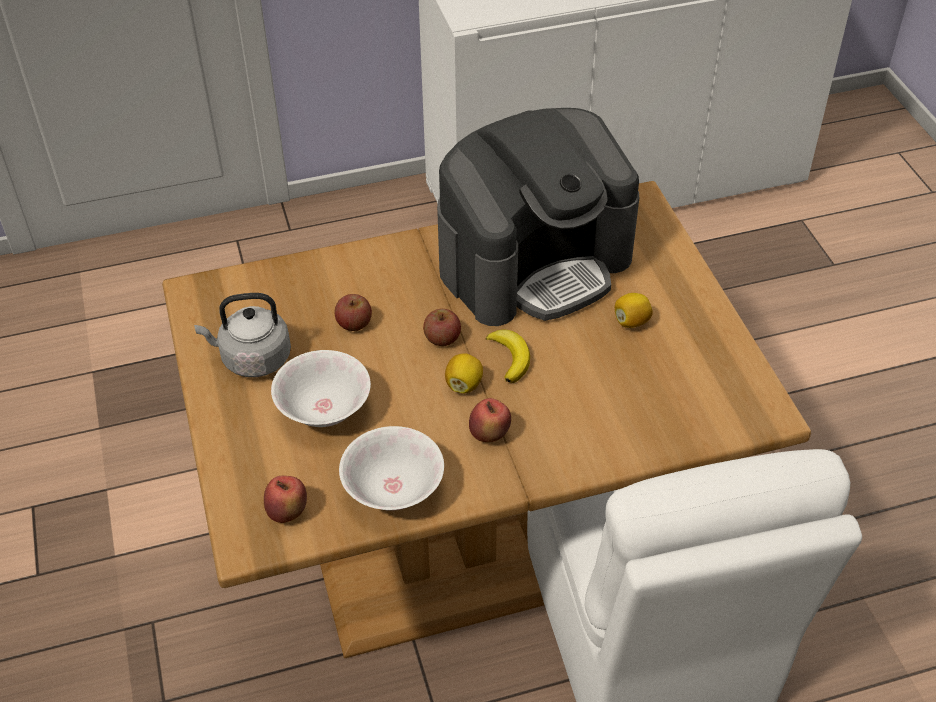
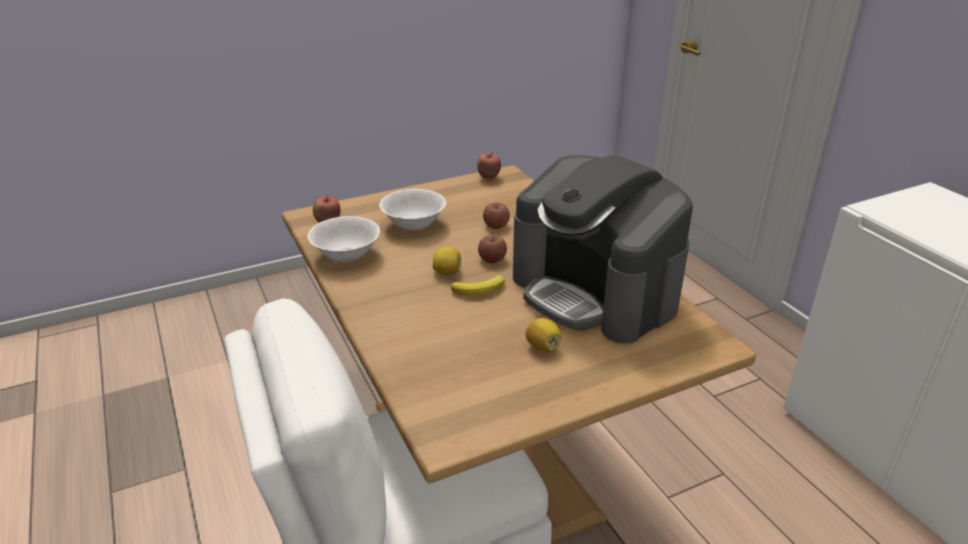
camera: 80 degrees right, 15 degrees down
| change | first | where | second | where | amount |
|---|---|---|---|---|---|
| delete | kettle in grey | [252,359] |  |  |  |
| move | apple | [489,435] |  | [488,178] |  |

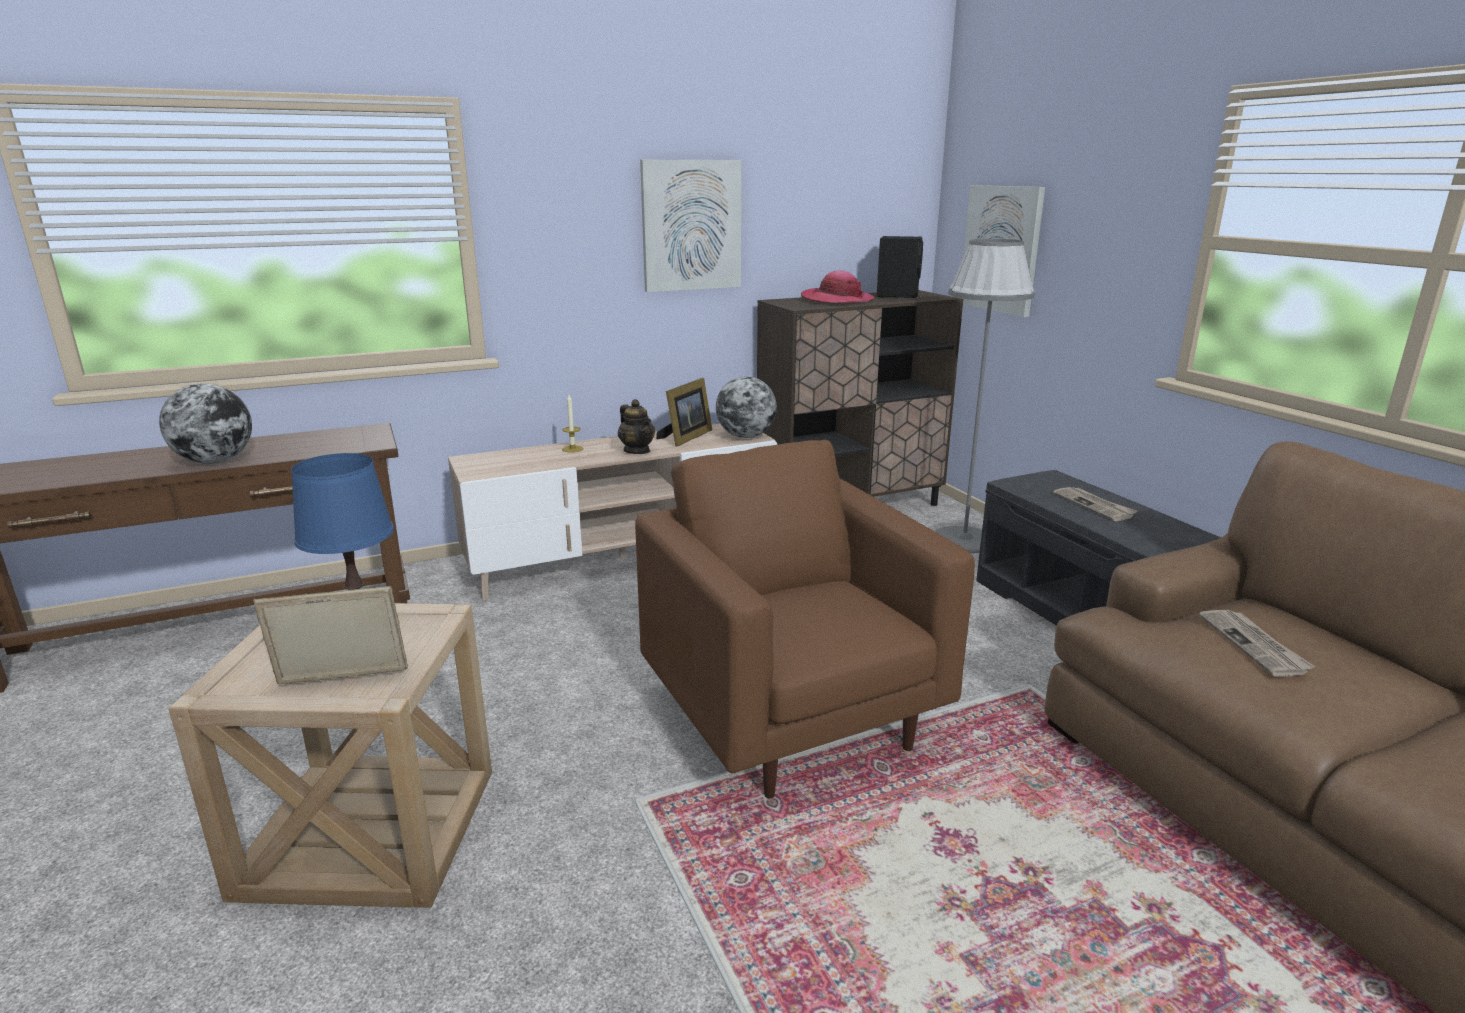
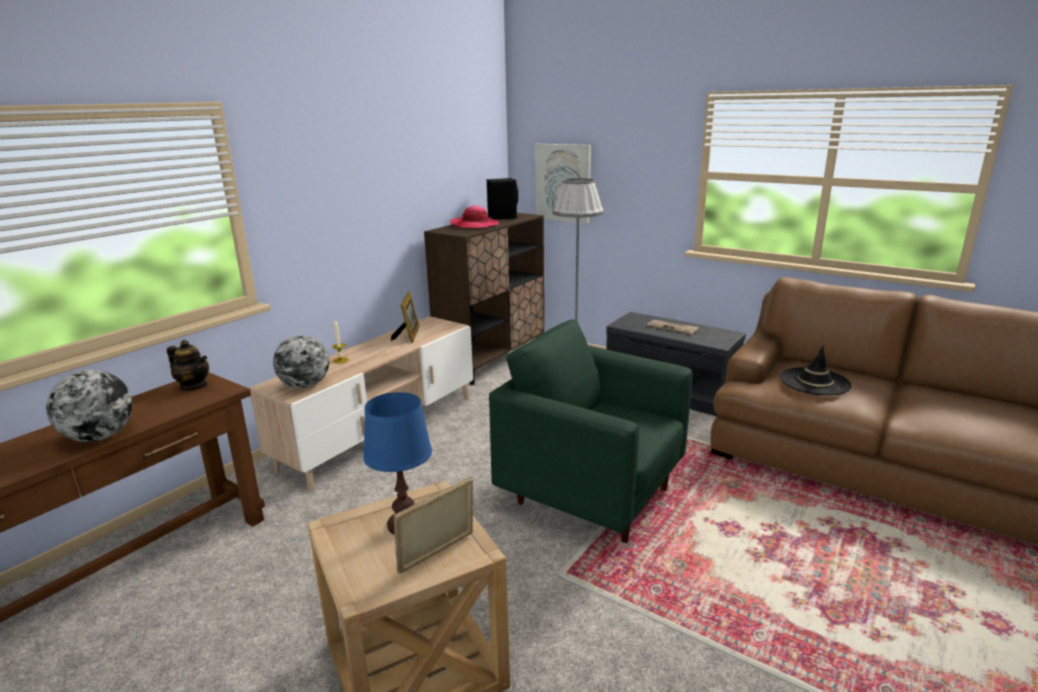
camera: 30 degrees left, 0 degrees up
| change | first | where | second | where | amount |
|---|---|---|---|---|---|
| move | teapot | [637,451] |  | [194,386] |  |
| recolor | armchair in brown | [792,718] | armchair in green | [591,495] |  |
| delete | picture | [691,225] |  |  |  |
| move | globe | [746,436] |  | [305,386] |  |
| replace | newspaper | [1254,645] | hat in black | [814,382] |  |

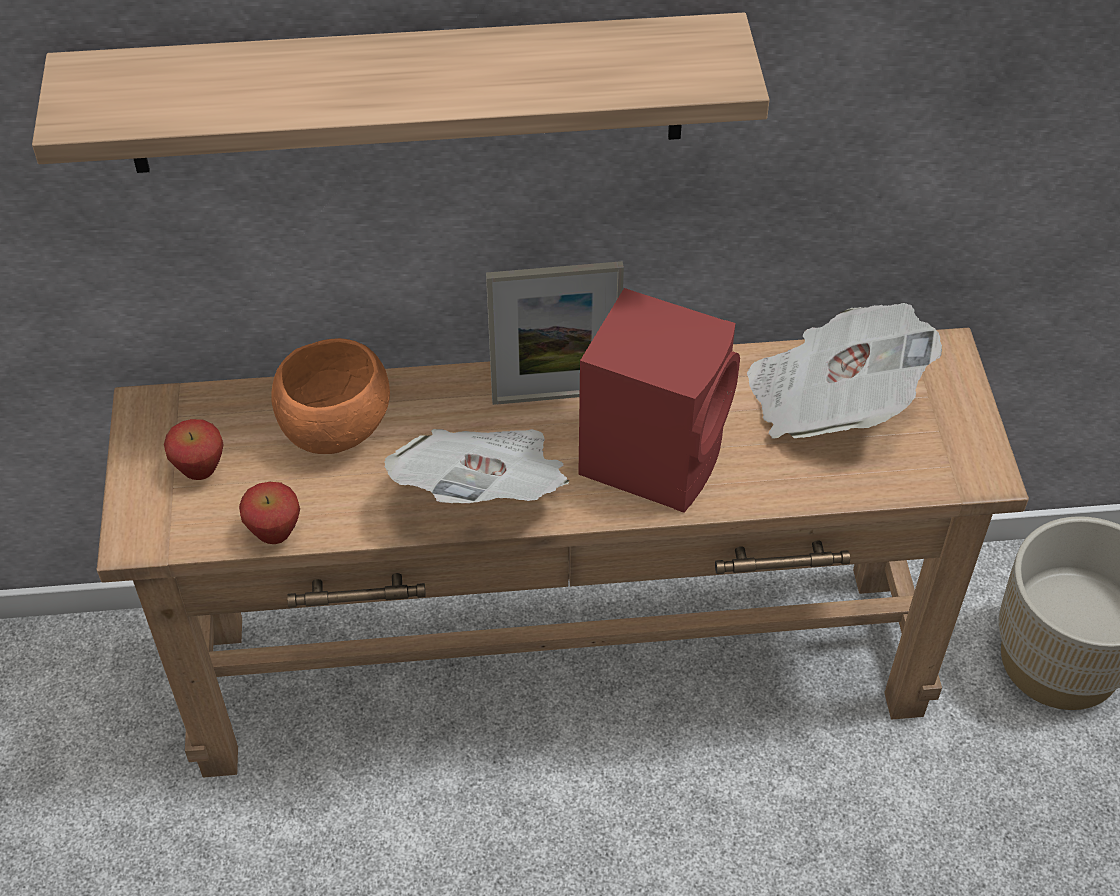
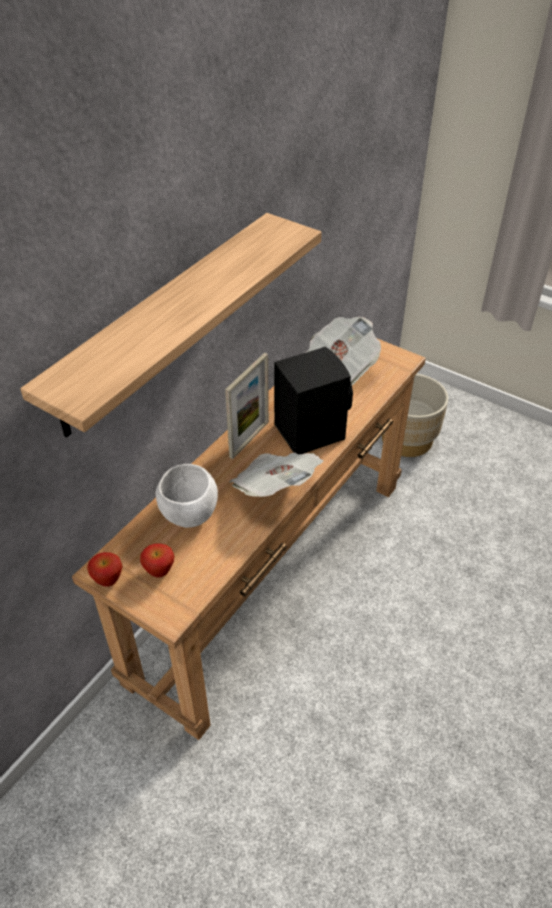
camera: 50 degrees left, 5 degrees down
| change | first | where | second | where | amount |
|---|---|---|---|---|---|
| move | apple | [275,534] |  | [108,581] |  |
| recolor | bowl in orange | [333,430] | bowl in white | [189,514] |  |
| recolor | speaker in red | [655,454] | speaker in black | [309,430] |  |

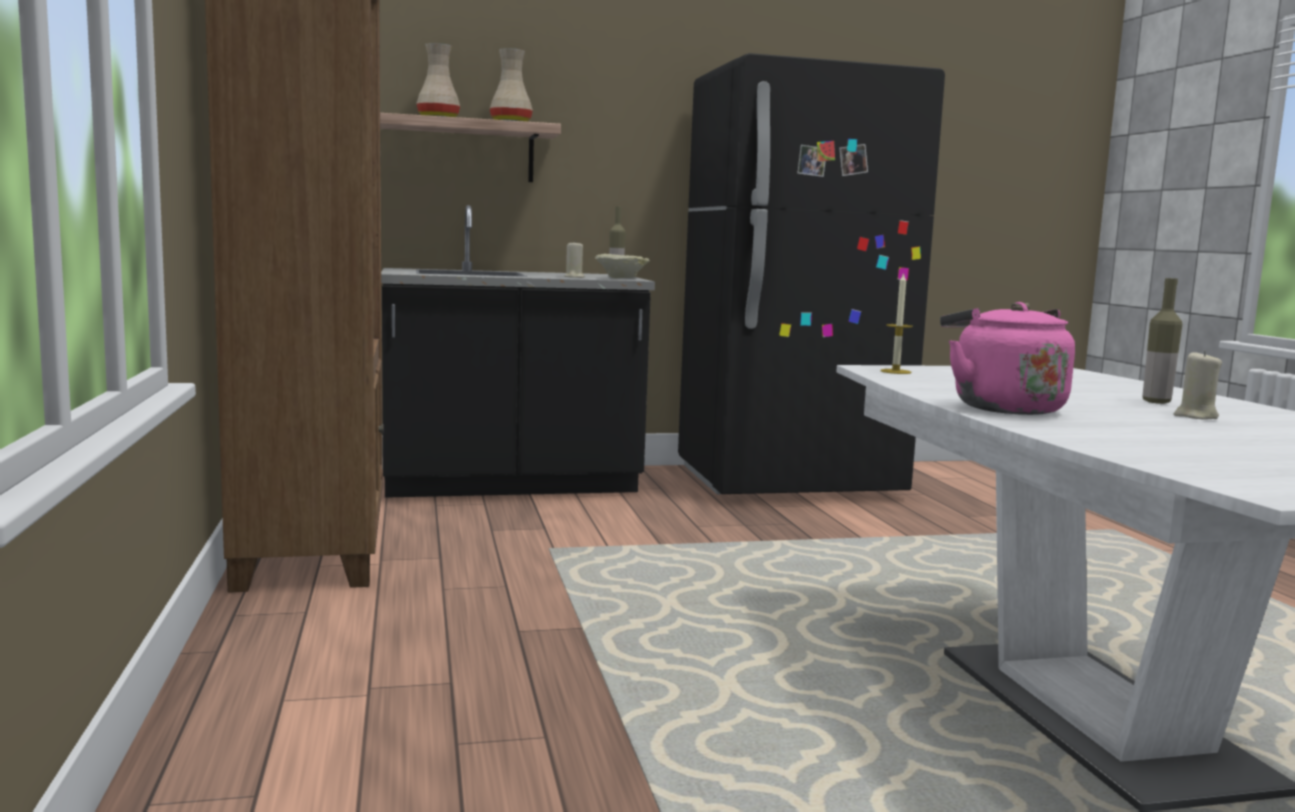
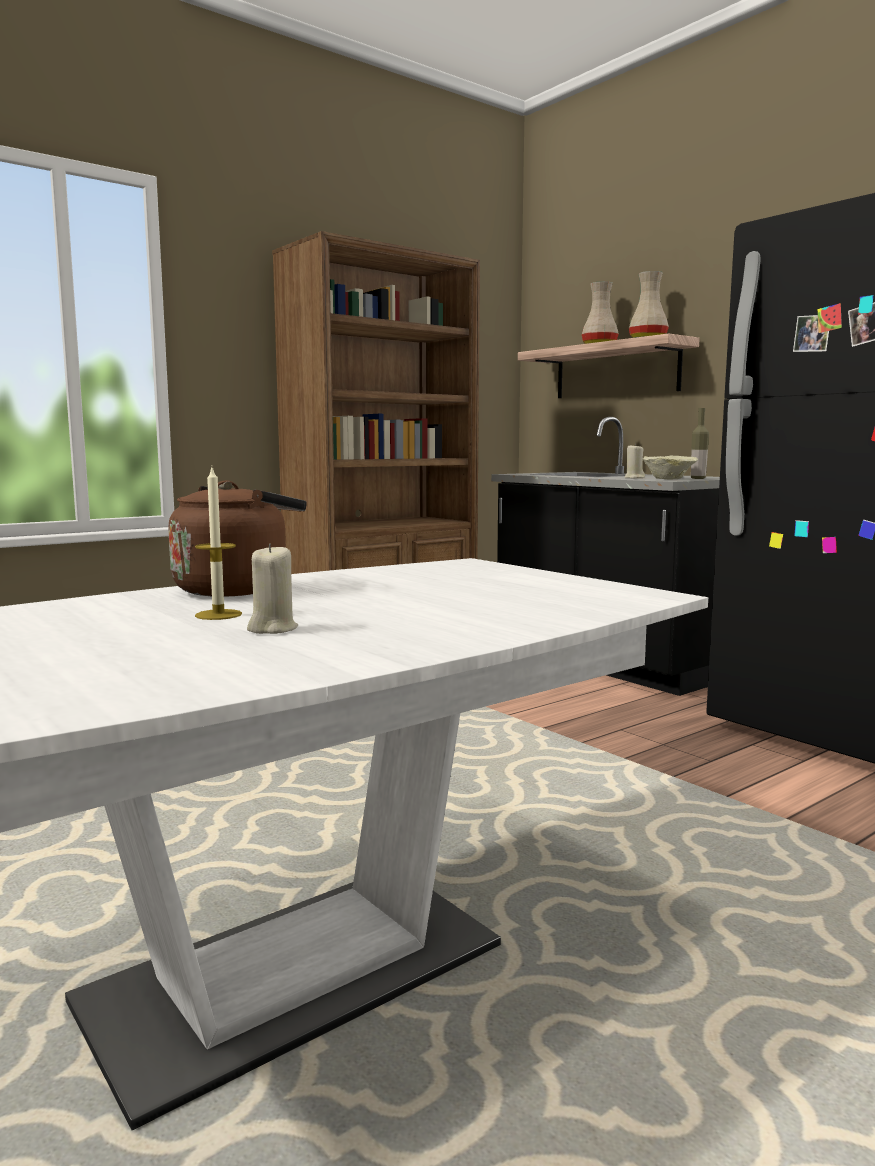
camera: 65 degrees right, 0 degrees up
| change | first | where | second | where | amount |
|---|---|---|---|---|---|
| move | candle | [895,371] |  | [218,615] |  |
| recolor | kettle in pink | [1002,407] | kettle in brown | [237,589] |  |
| delete | bottle | [1156,402] |  |  |  |

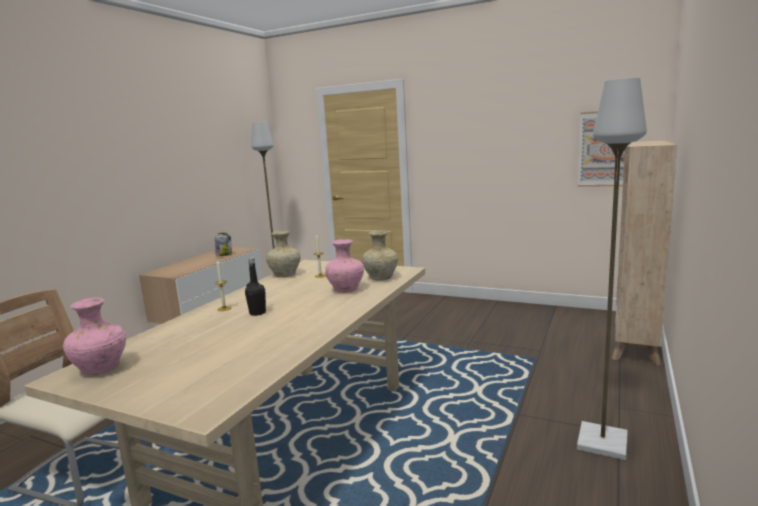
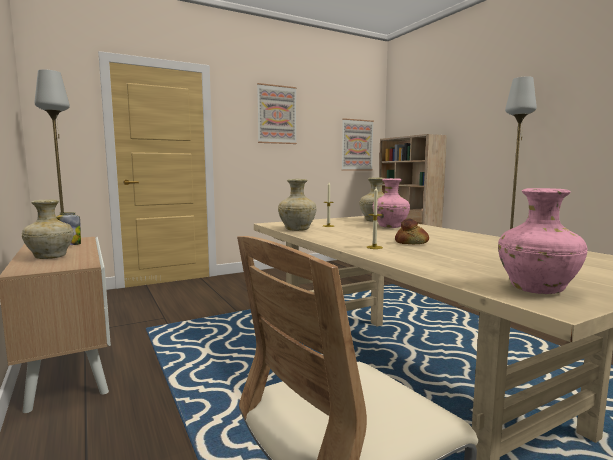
camera: 55 degrees left, 5 degrees down
| change | first | where | second | where | amount |
|---|---|---|---|---|---|
| replace | bottle in black | [257,313] | bread | [411,243] |  |
| insert |  |  | vase in beige | [51,257] |  |
| insert |  |  | picture | [276,114] |  |

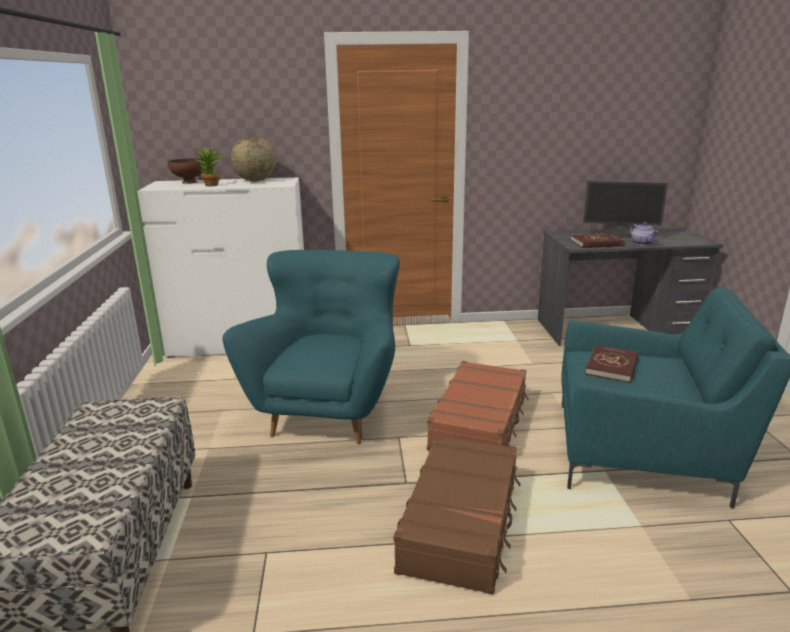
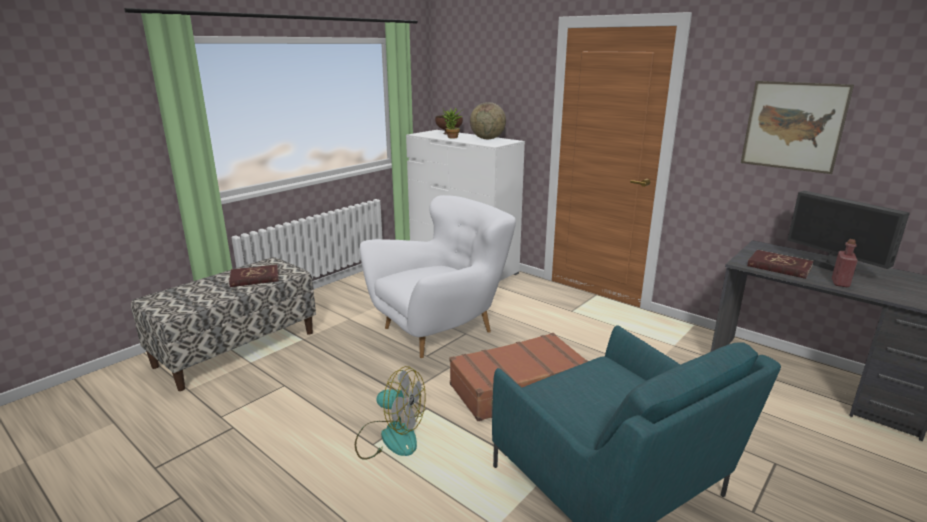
camera: 45 degrees right, 0 degrees up
| change | first | where | second | where | amount |
|---|---|---|---|---|---|
| recolor | armchair in turquoise | [330,410] | armchair in white | [440,329] |  |
| replace | suitcase in brown | [461,523] | fan | [390,437] |  |
| move | book in red | [612,366] |  | [254,278] |  |
| replace | teapot | [642,243] | bottle in red | [840,283] |  |
| insert |  |  | picture | [793,126] |  |

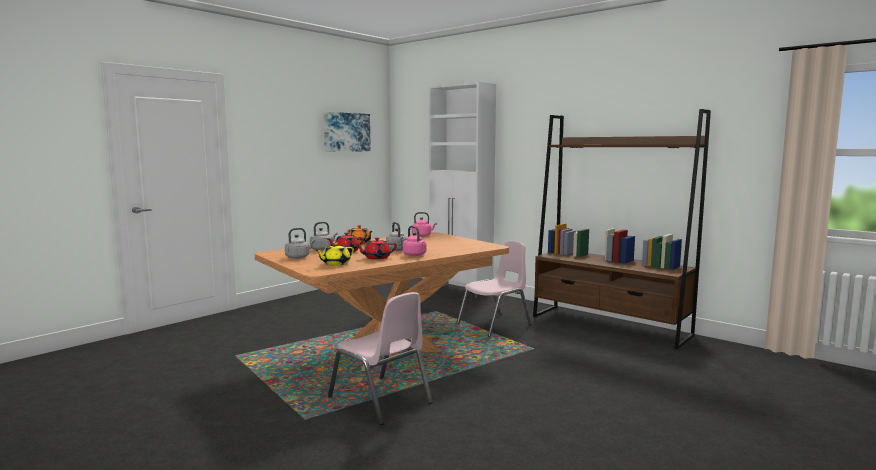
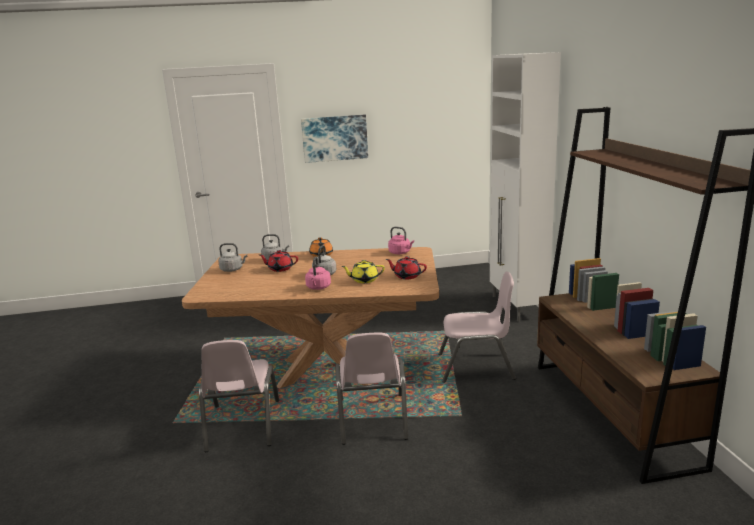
camera: 40 degrees right, 10 degrees up
| change | first | where | second | where | amount |
|---|---|---|---|---|---|
| move | teapot in yellow | [335,264] |  | [364,280] |  |
| move | picture | [346,132] |  | [334,138] |  |
| move | teapot in red | [376,258] |  | [407,276] |  |
| insert |  |  | chair in pink | [372,419] |  |

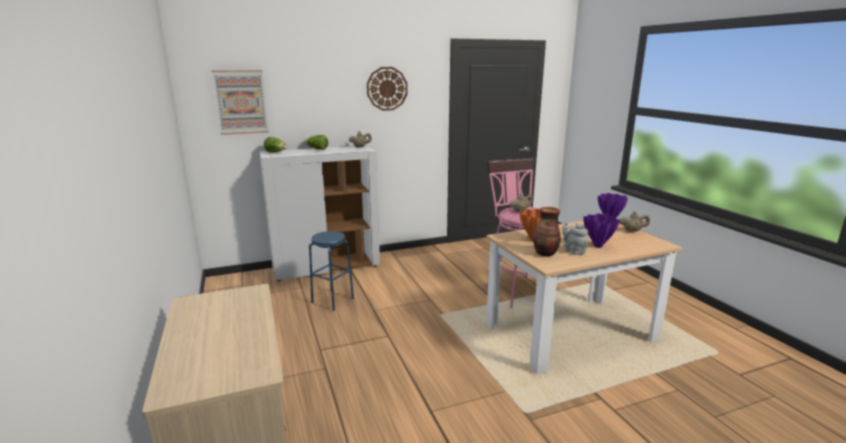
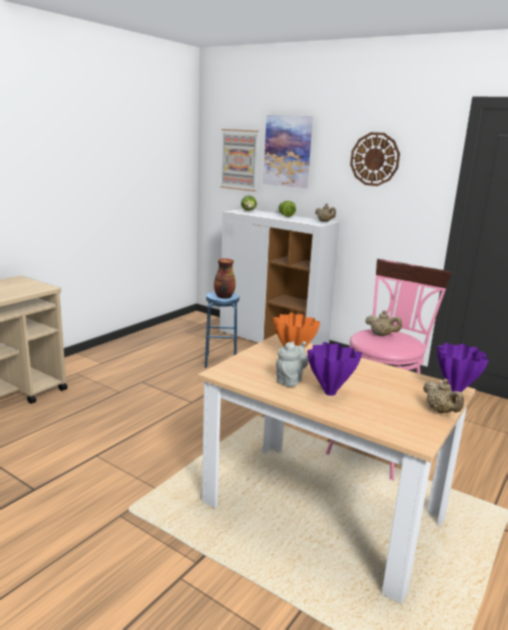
camera: 55 degrees right, 0 degrees up
| change | first | where | second | where | amount |
|---|---|---|---|---|---|
| move | vase | [545,253] |  | [223,297] |  |
| insert |  |  | picture | [288,151] |  |

